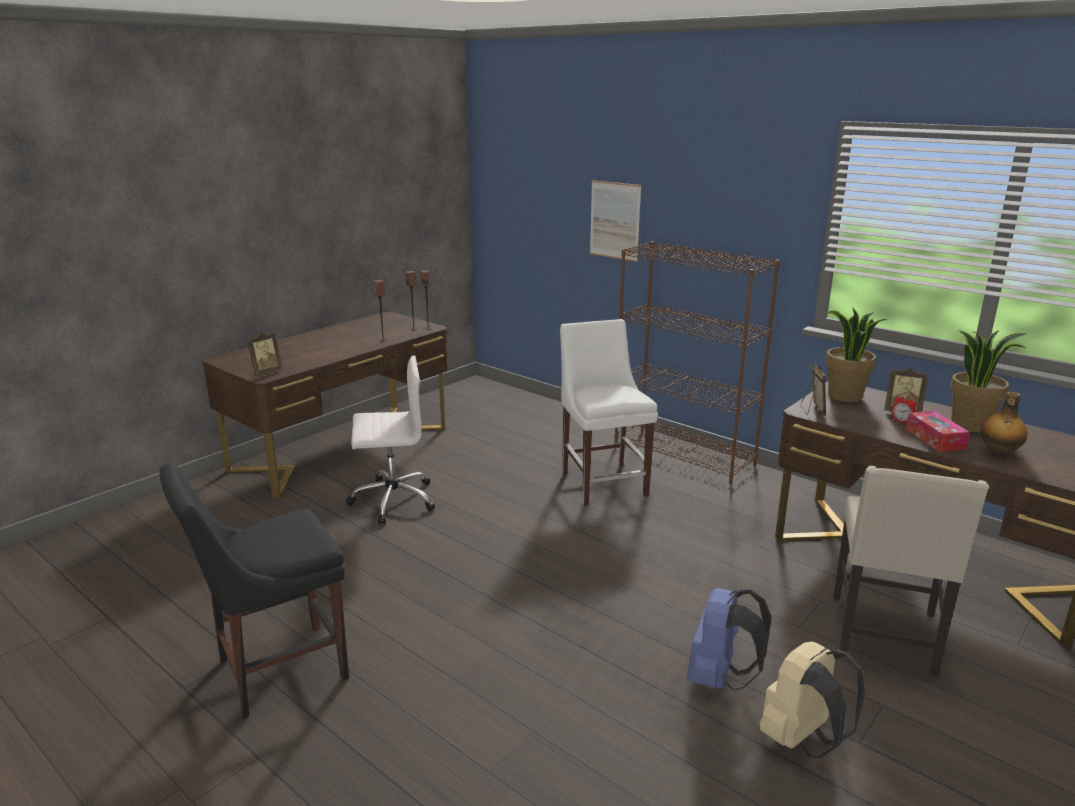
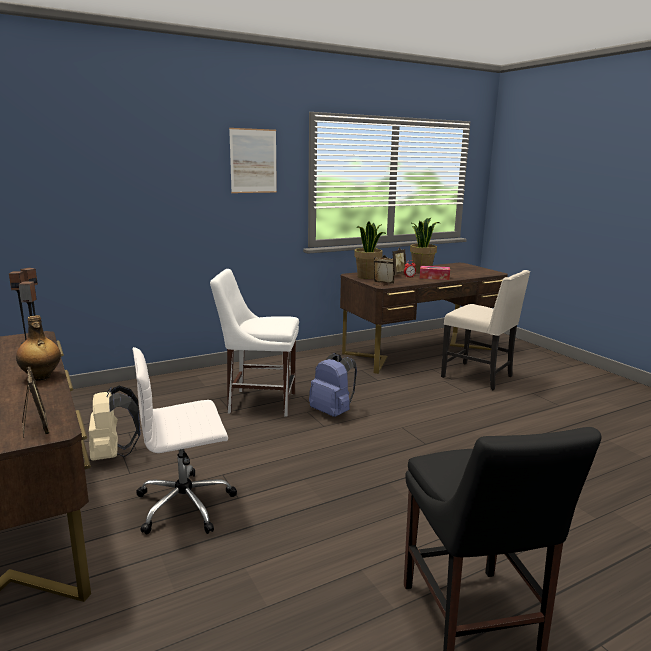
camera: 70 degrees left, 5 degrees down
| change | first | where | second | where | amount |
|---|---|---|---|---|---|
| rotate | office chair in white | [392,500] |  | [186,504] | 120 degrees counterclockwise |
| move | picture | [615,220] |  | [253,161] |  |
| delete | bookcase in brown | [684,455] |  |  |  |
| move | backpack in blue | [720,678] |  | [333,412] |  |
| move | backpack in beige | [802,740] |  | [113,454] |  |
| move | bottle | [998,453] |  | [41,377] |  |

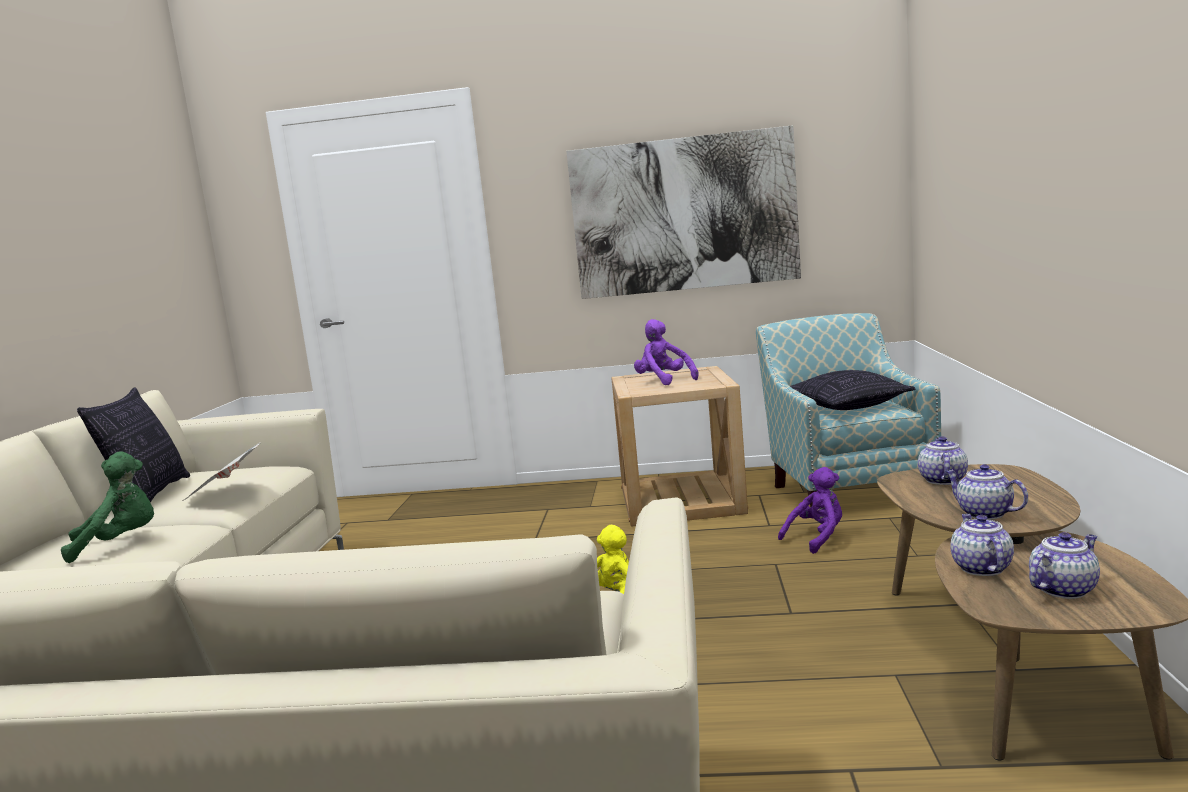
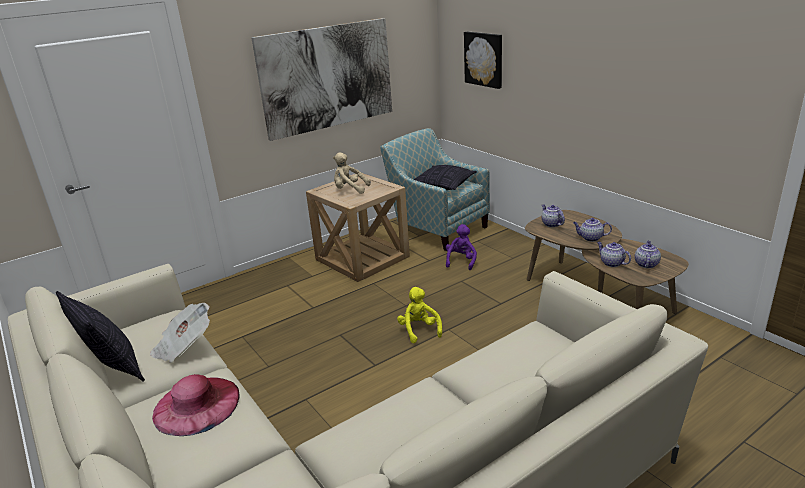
camera: 40 degrees left, 15 degrees up
| change | first | where | second | where | amount |
|---|---|---|---|---|---|
| replace | plush toy in green | [119,543] | hat in pink | [196,405] |  |
| recolor | plush toy in purple | [663,381] | plush toy in beige | [349,190] |  |
| insert |  |  | picture | [484,59] |  |

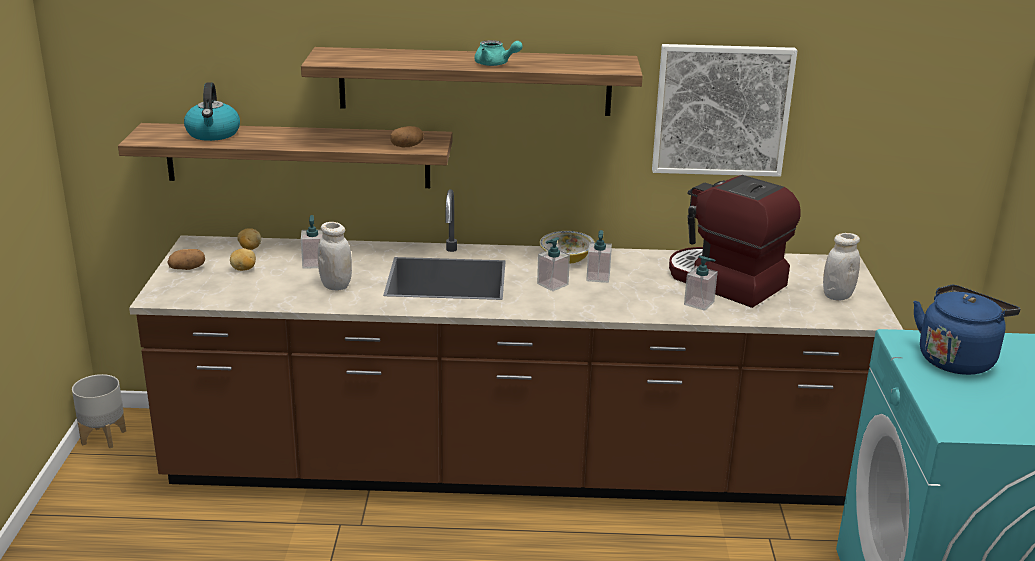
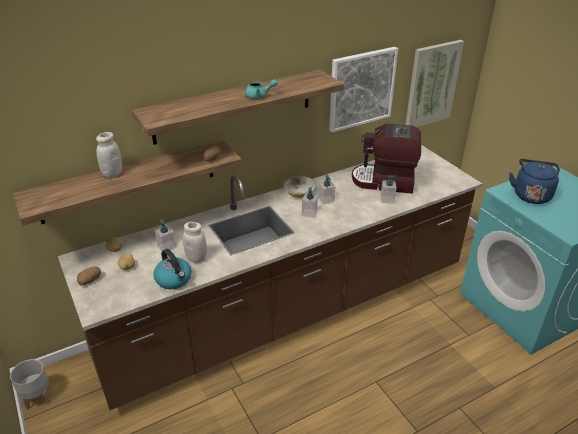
camera: 30 degrees left, 10 degrees up
| change | first | where | second | where | amount |
|---|---|---|---|---|---|
| move | kettle | [213,134] |  | [174,279] |  |
| move | jar in white | [837,296] |  | [112,174] |  |
| insert |  |  | picture | [432,84] |  |

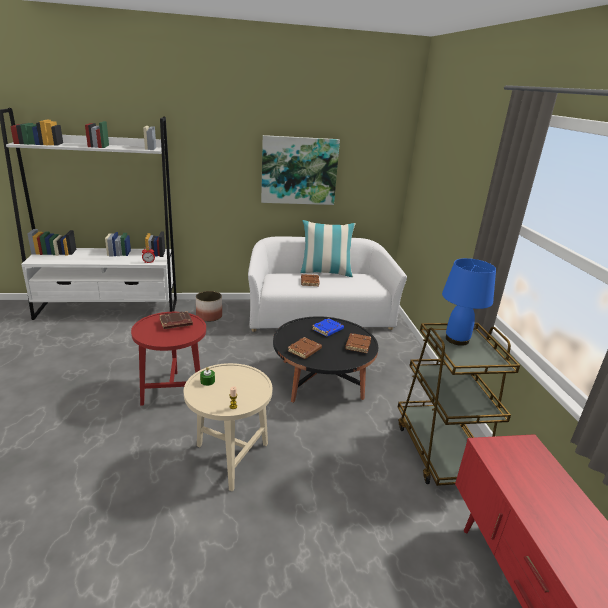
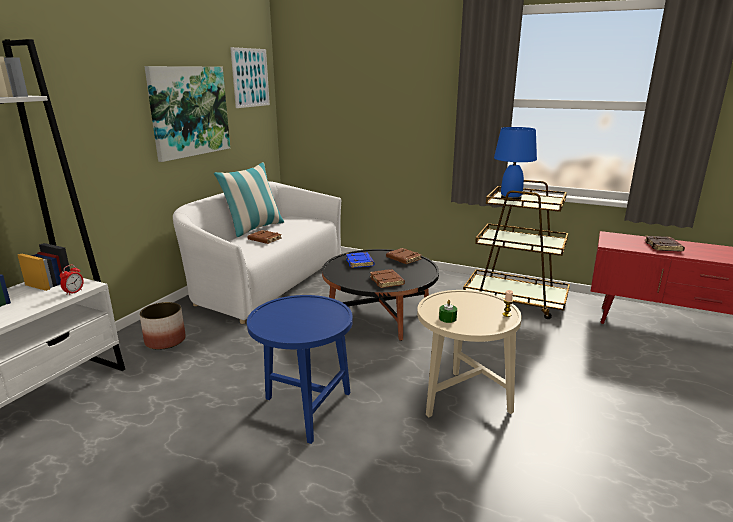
camera: 55 degrees left, 5 degrees down
| change | first | where | second | where | amount |
|---|---|---|---|---|---|
| recolor | side table in red | [173,390] | side table in blue | [305,409] |  |
| move | book in brown | [175,323] |  | [664,247] |  |
| insert |  |  | picture | [250,78] |  |

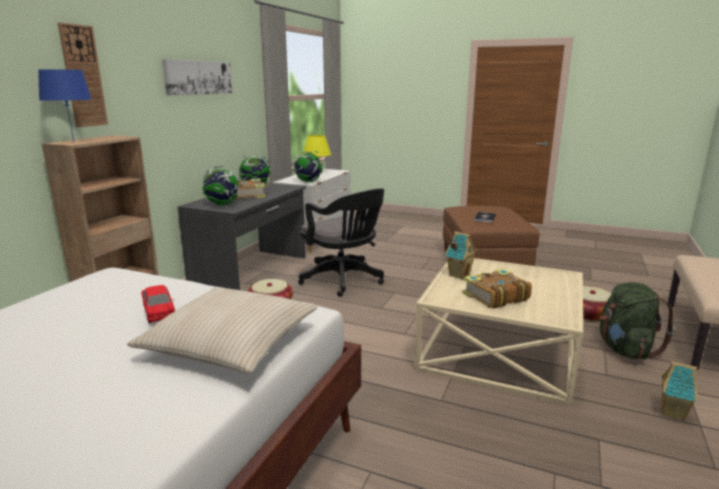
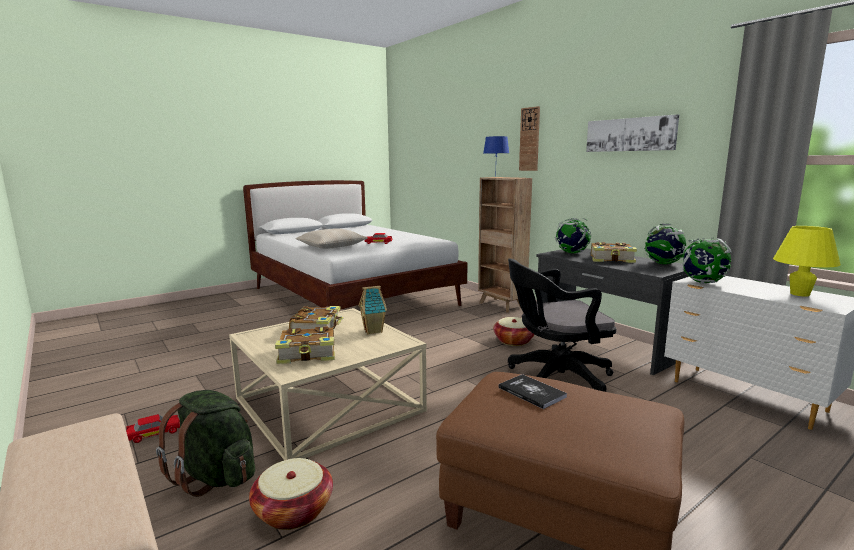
camera: 120 degrees right, 5 degrees down
| change | first | where | second | where | amount |
|---|---|---|---|---|---|
| replace | toy house | [673,413] | toy car in red | [154,433] |  |
| insert |  |  | book | [308,354] |  |

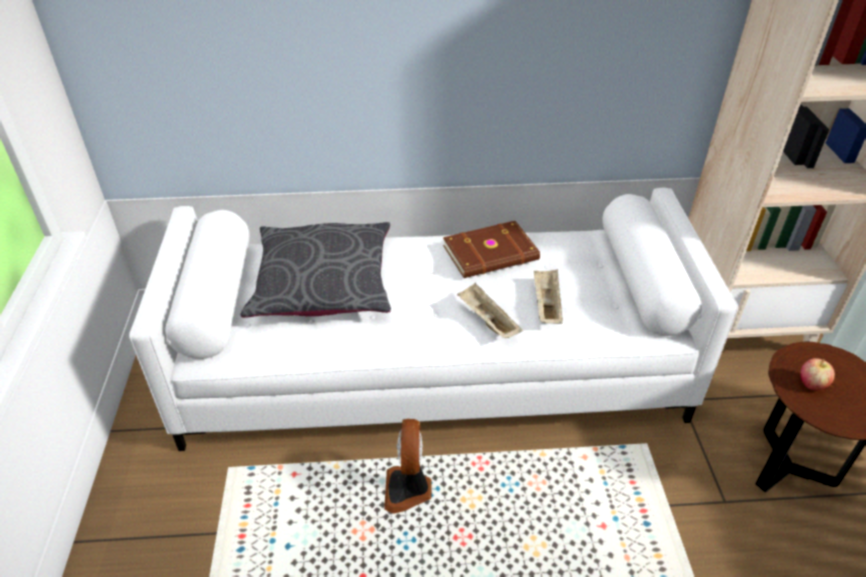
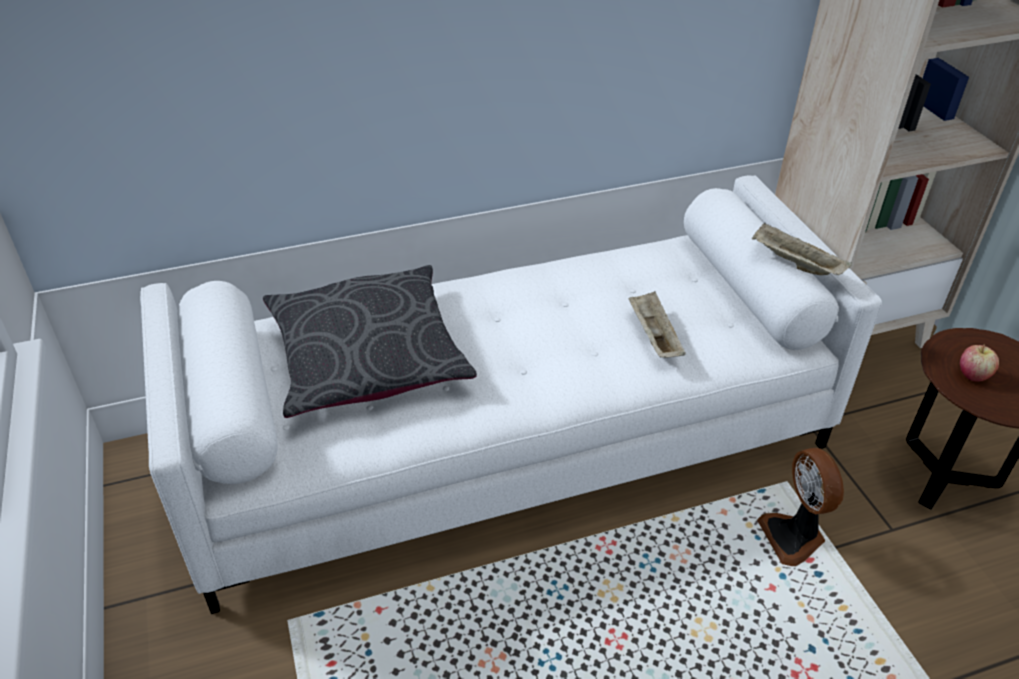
camera: 15 degrees left, 0 degrees up
| change | first | where | second | where | amount |
|---|---|---|---|---|---|
| move | fan | [408,489] |  | [793,537] |  |
| delete | book in brown | [491,254] |  |  |  |
| move | tray in beige | [487,321] |  | [794,264] |  |

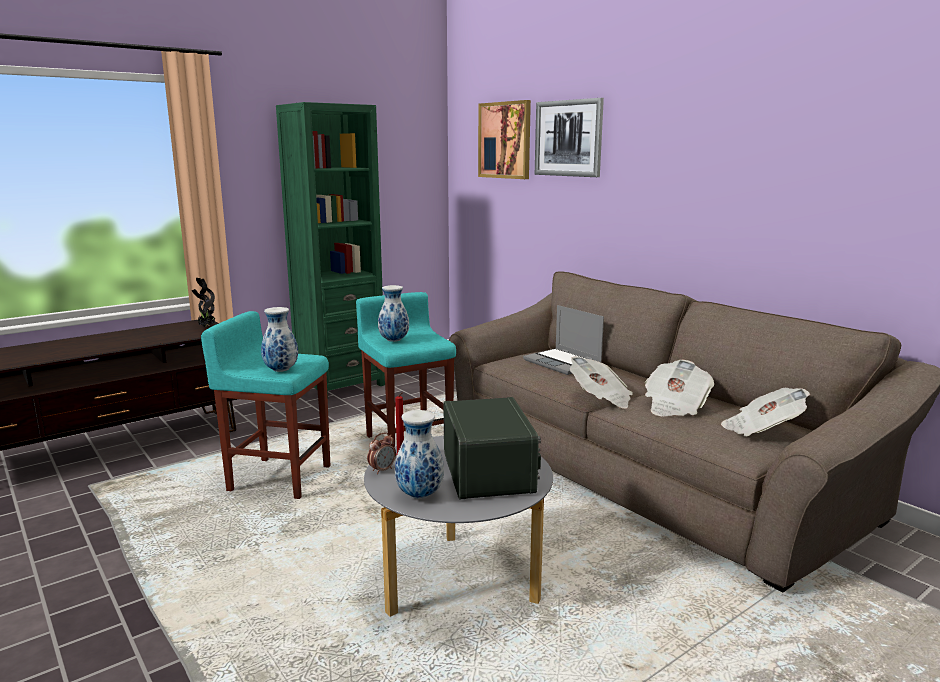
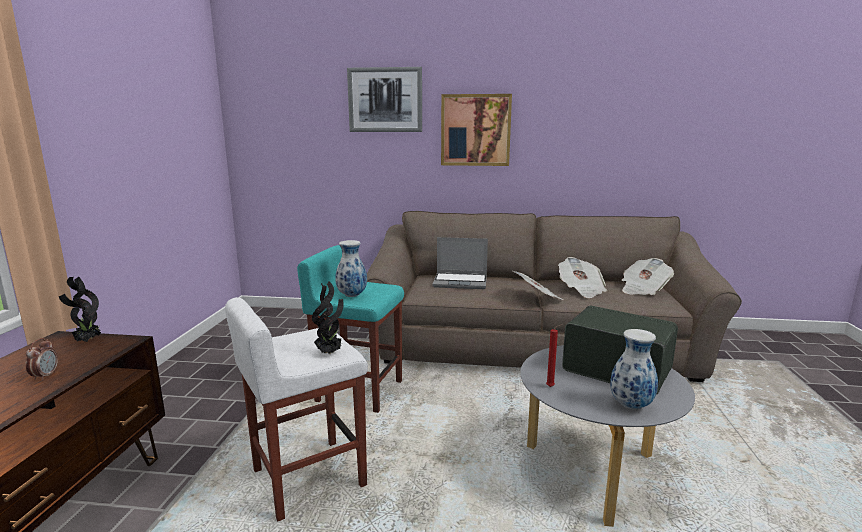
camera: 45 degrees left, 0 degrees up
| change | first | where | second | where | amount |
|---|---|---|---|---|---|
| recolor | stool in turquoise | [278,478] | stool in white | [307,478] |  |
| replace | vase | [280,370] | potted plant | [330,353] |  |
| delete | bookcase in green | [340,384] |  |  |  |
| move | alarm clock | [382,470] |  | [45,376] |  |
| move | picture | [505,140] |  | [475,130] |  |

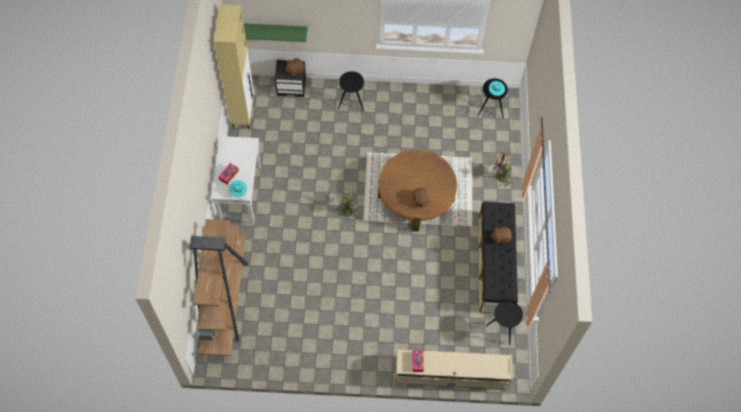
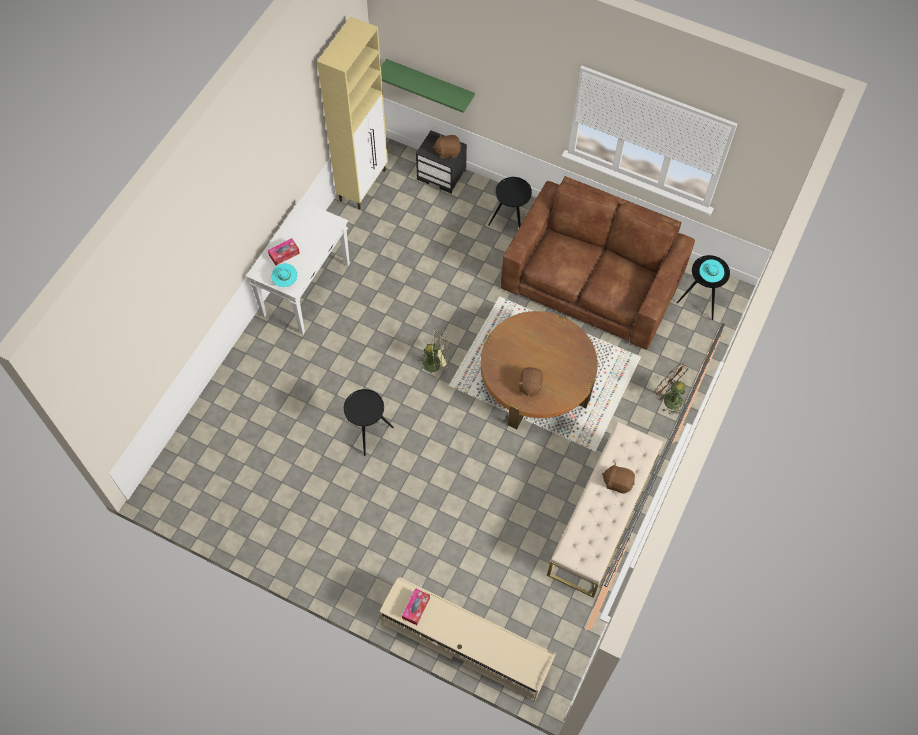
camera: 25 degrees right, 0 degrees up
| change | first | where | second | where | amount |
|---|---|---|---|---|---|
| delete | bookcase in brown | [224,299] |  |  |  |
| recolor | bench in black | [495,264] | bench in beige | [602,517] |  |
| move | side table in black | [502,328] |  | [367,432] |  |
| insert |  |  | sofa in brown | [593,281] |  |

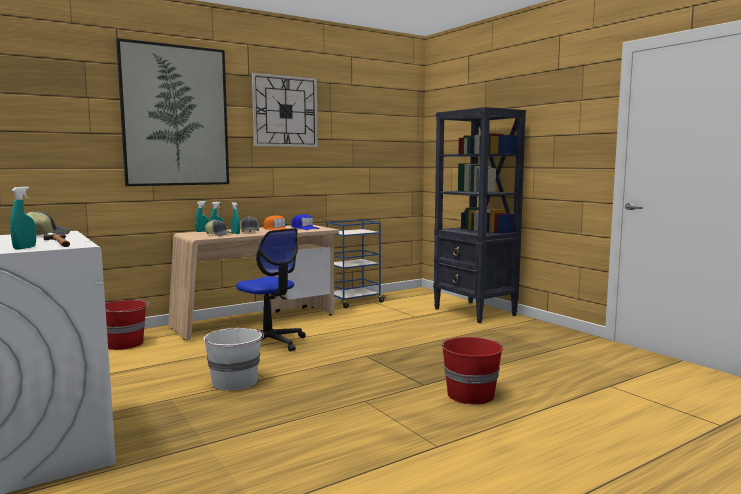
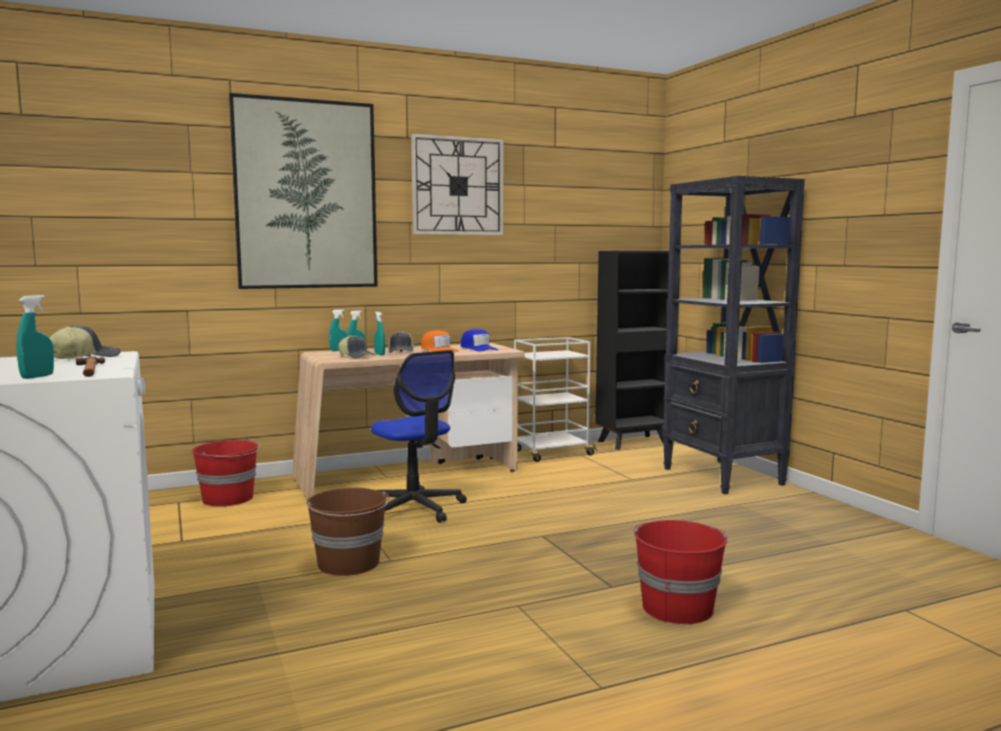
camera: 10 degrees right, 0 degrees up
| change | first | where | second | where | amount |
|---|---|---|---|---|---|
| recolor | bucket in white | [235,382] | bucket in brown | [349,564] |  |
| recolor | cart in blue | [354,302] | cart in white | [551,453] |  |
| insert |  |  | bookcase in black | [634,442] |  |

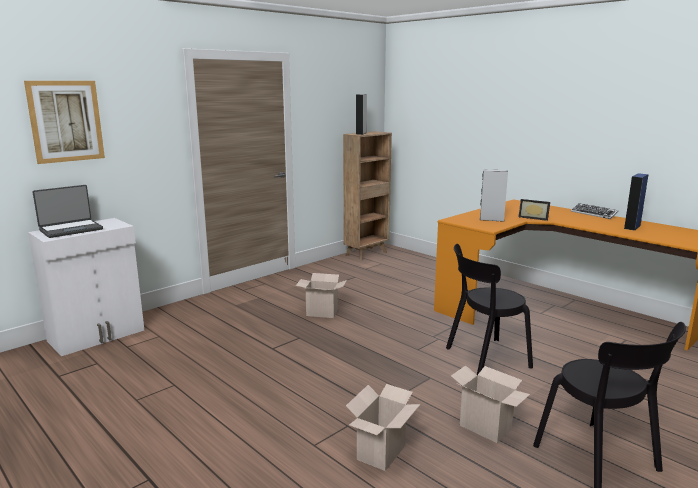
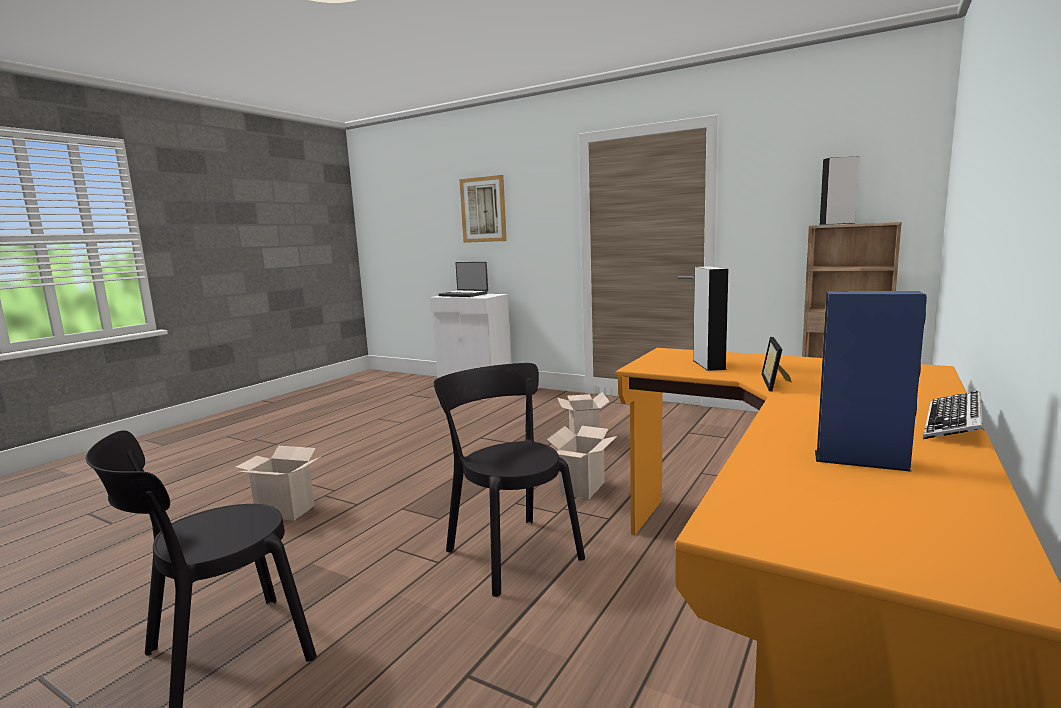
camera: 75 degrees right, 5 degrees down
| change | first | where | second | where | amount |
|---|---|---|---|---|---|
| move | cardboard box | [487,427] |  | [583,489] |  |

